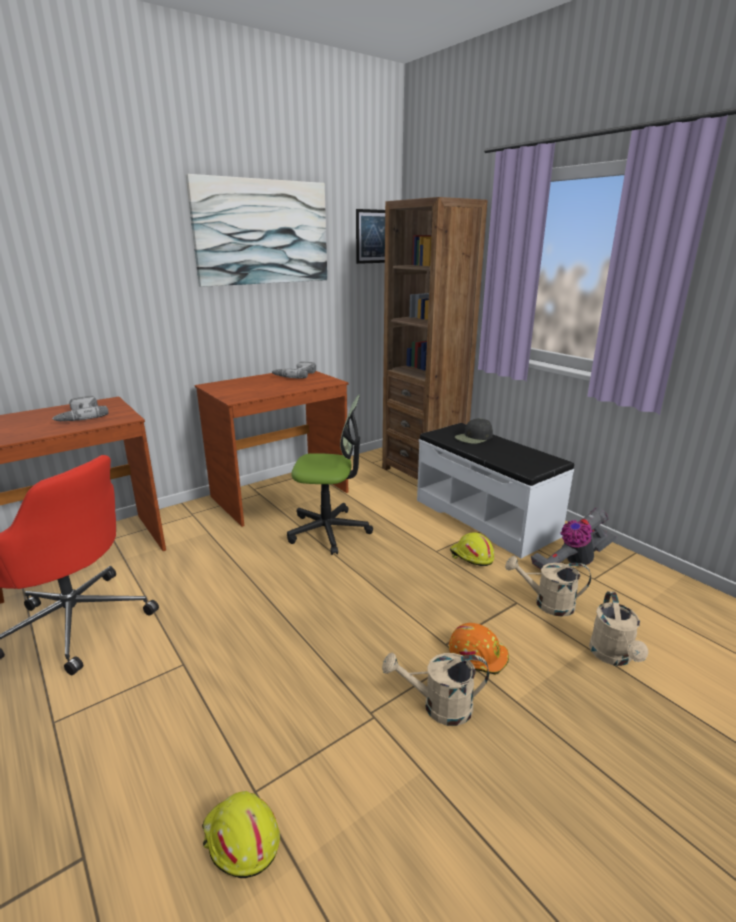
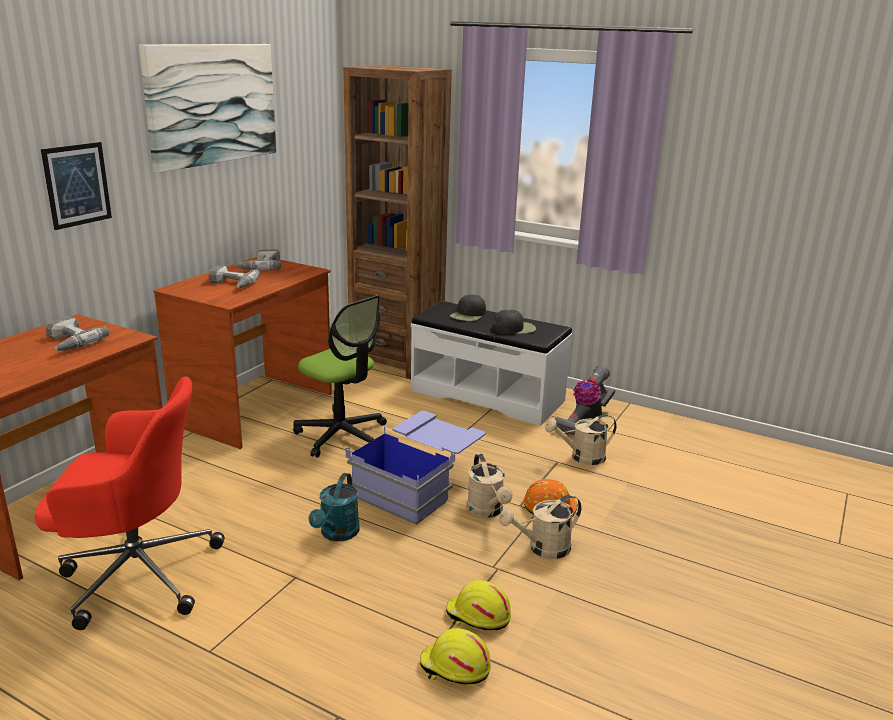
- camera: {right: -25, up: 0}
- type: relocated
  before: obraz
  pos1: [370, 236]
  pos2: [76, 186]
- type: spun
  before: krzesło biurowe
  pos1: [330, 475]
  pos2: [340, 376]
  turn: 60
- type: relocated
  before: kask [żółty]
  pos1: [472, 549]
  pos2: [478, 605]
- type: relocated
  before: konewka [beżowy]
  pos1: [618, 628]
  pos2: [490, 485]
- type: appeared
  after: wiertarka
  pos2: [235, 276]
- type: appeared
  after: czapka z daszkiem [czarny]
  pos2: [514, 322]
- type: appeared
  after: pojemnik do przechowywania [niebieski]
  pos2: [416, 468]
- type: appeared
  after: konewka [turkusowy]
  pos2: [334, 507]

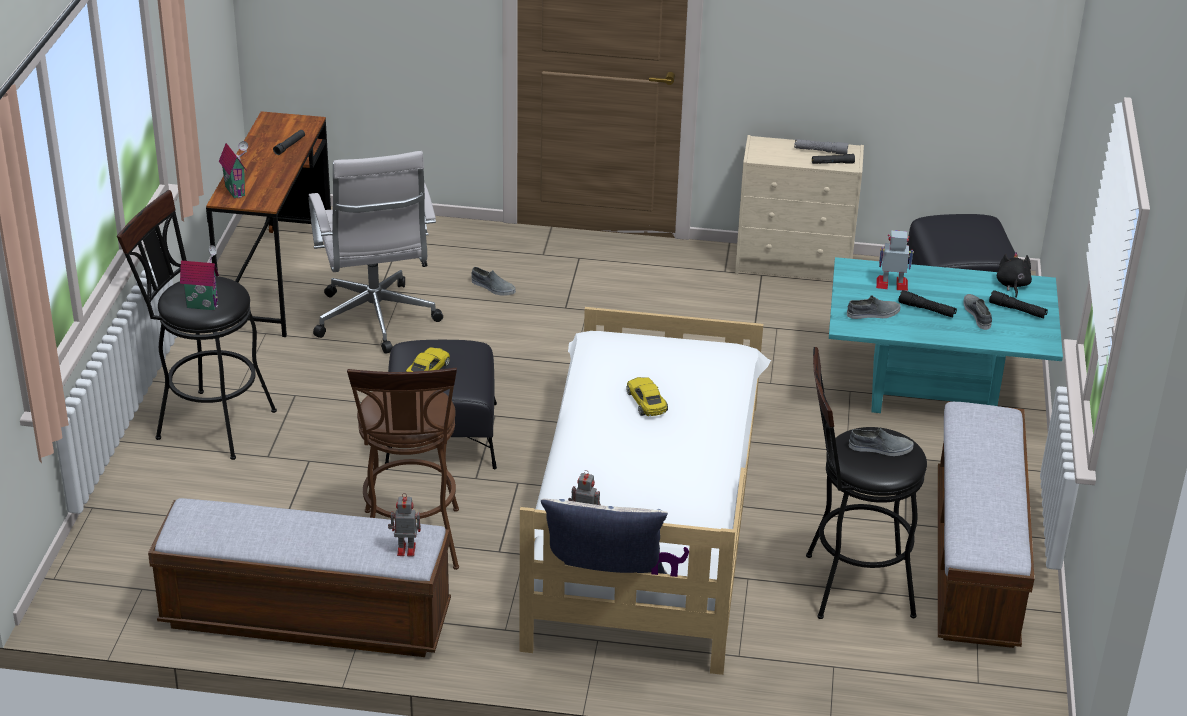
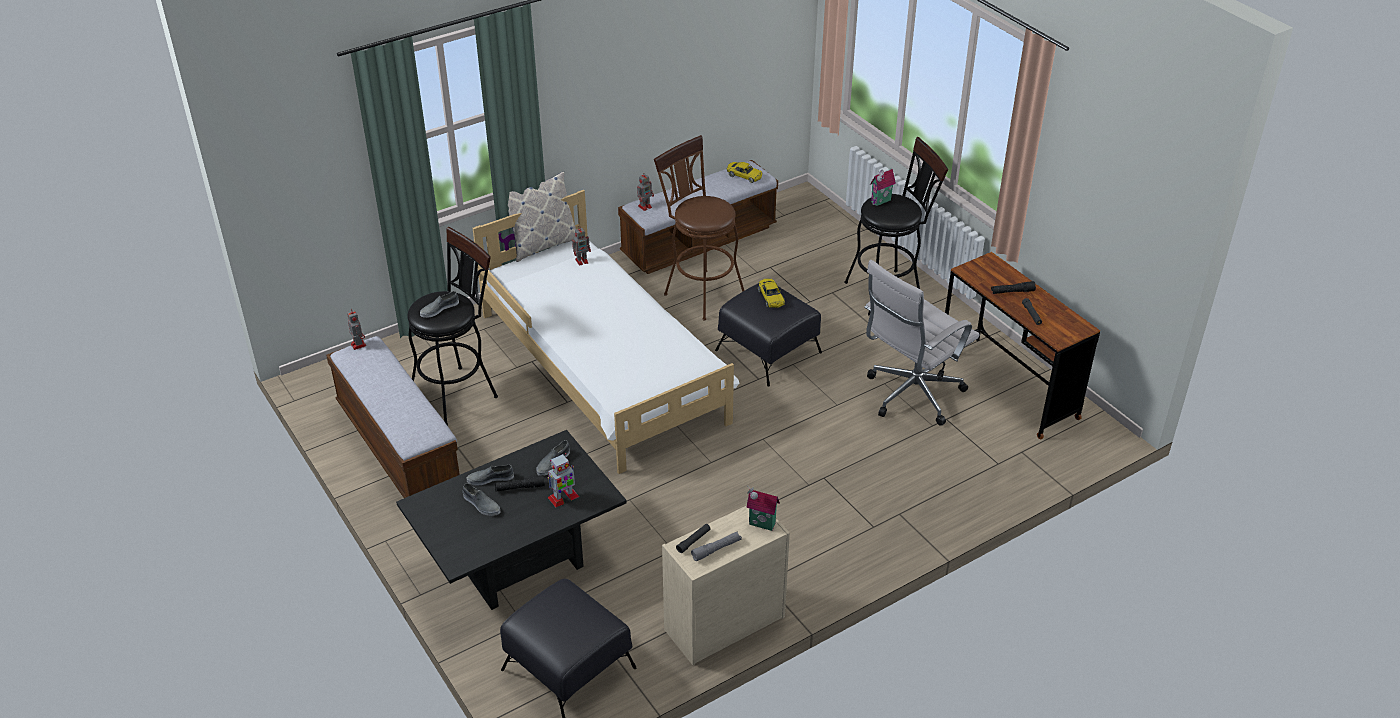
- camera: {right: 140, up: 5}
- type: relocated
  before: domek
  pos1: [233, 169]
  pos2: [763, 508]
- type: spun
  before: krzesło biurowe [biały]
  pos1: [376, 252]
  pos2: [922, 342]
  turn: -75
- type: missing
  before: pluszak [czarny]
  pos1: [1014, 274]
- type: colour
  before: ława [turkusowy]
  after: ława [czarny]
  pos1: [946, 335]
  pos2: [511, 520]
- type: relocated
  before: but [szary]
  pos1: [493, 281]
  pos2: [490, 475]
- type: relocated
  before: latarka [czarny]
  pos1: [1018, 304]
  pos2: [1013, 287]
- type: relocated
  before: samochodzik [żółty]
  pos1: [647, 396]
  pos2: [744, 172]
- type: appeared
  after: robot zabawkowy
  pos2: [356, 329]

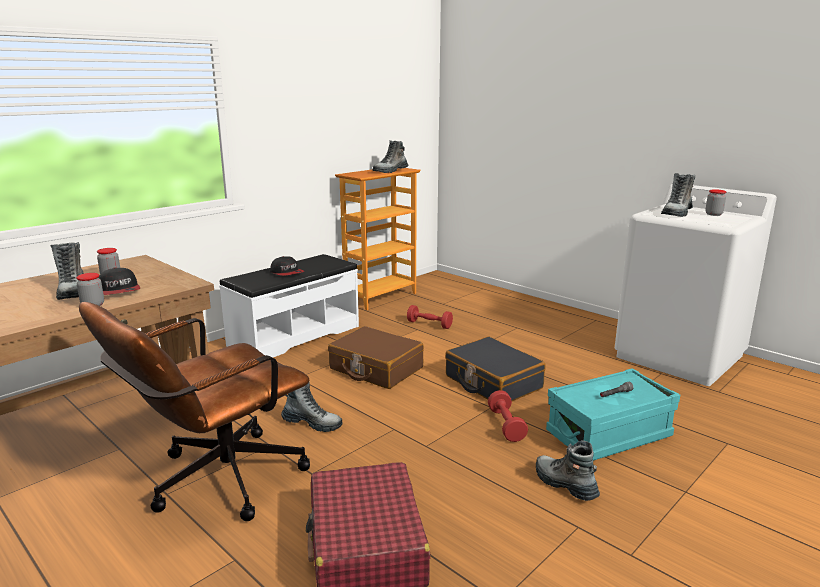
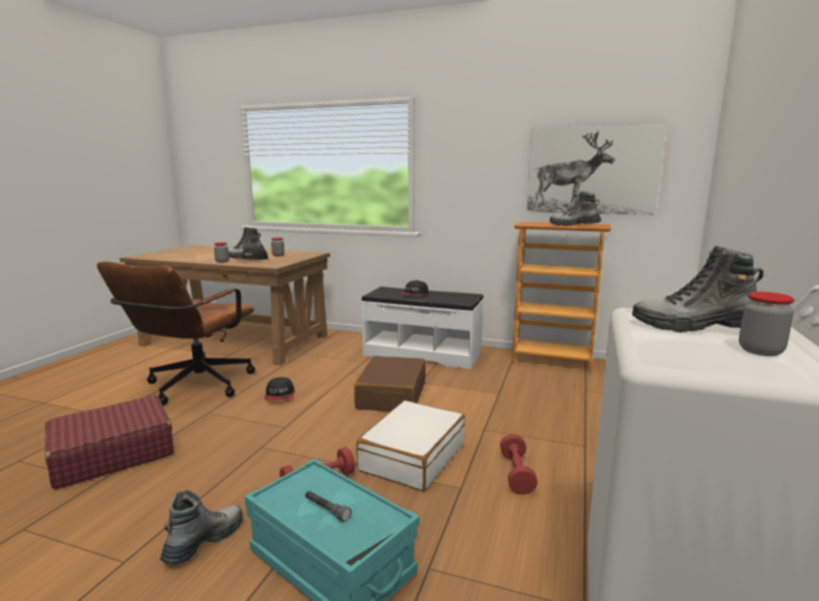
- camera: {right: 65, up: -5}
- type: spun
  before: krzesło biurowe [brązowy]
  pos1: [194, 411]
  pos2: [176, 333]
  turn: -90
- type: relocated
  before: hantel [czerwony]
  pos1: [430, 317]
  pos2: [519, 464]
- type: colour
  before: walizka [czarny]
  after: walizka [biały]
  pos1: [495, 369]
  pos2: [410, 445]
- type: exchanged
  before: but z cholewką
  after: czapka z daszkiem
  pos1: [312, 406]
  pos2: [279, 389]
- type: appeared
  after: obraz
  pos2: [596, 169]

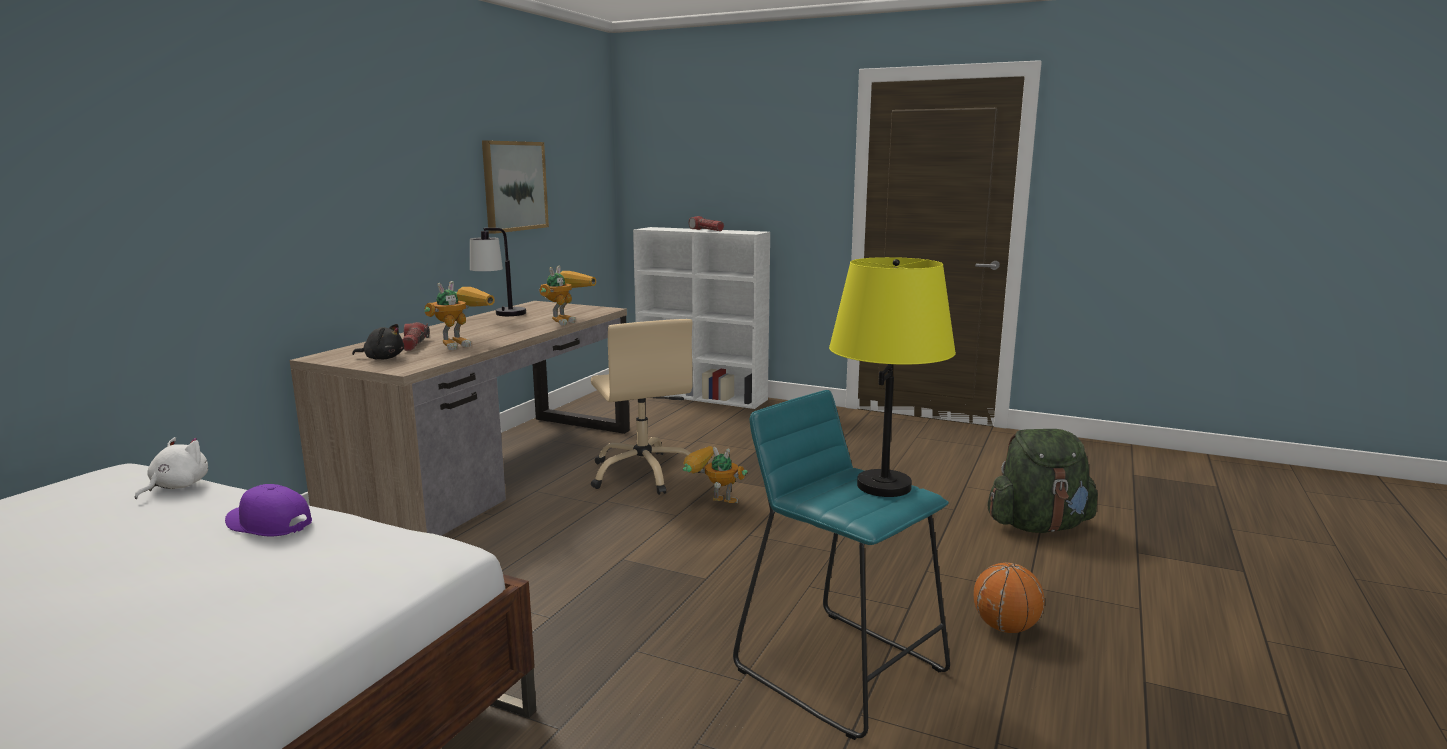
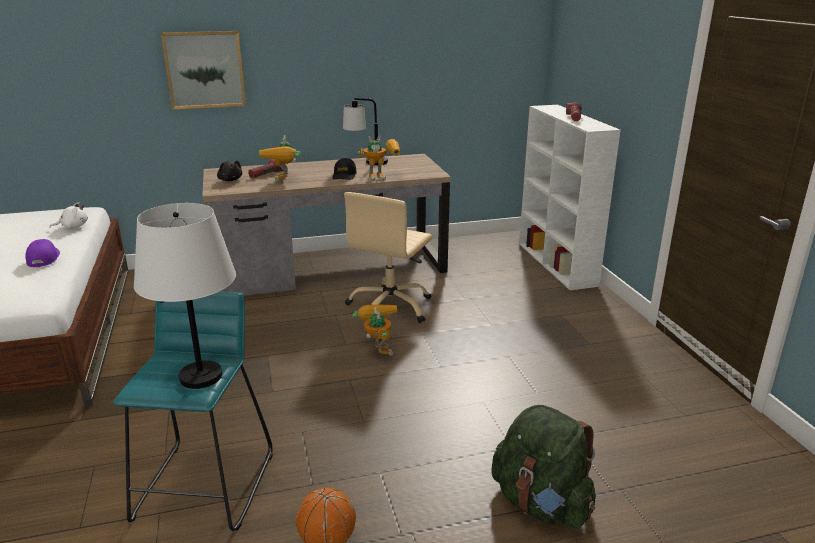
- camera: {right: 50, up: 10}
- type: relocated
  before: obraz
  pos1: [515, 187]
  pos2: [203, 70]
- type: colour
  before: lampa stołowa [żółty]
  after: lampa stołowa [biały]
  pos1: [892, 377]
  pos2: [185, 296]
- type: spun
  before: robot zabawkowy
  pos1: [459, 315]
  pos2: [280, 158]
  turn: 90
- type: appeared
  after: czapka z daszkiem [czarny]
  pos2: [345, 169]

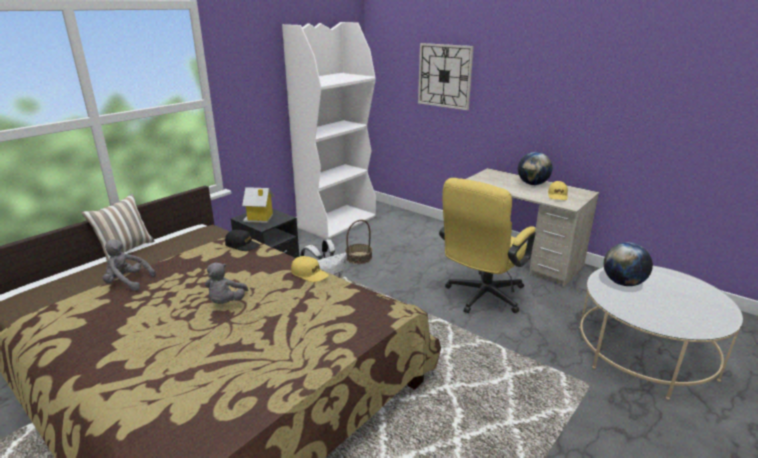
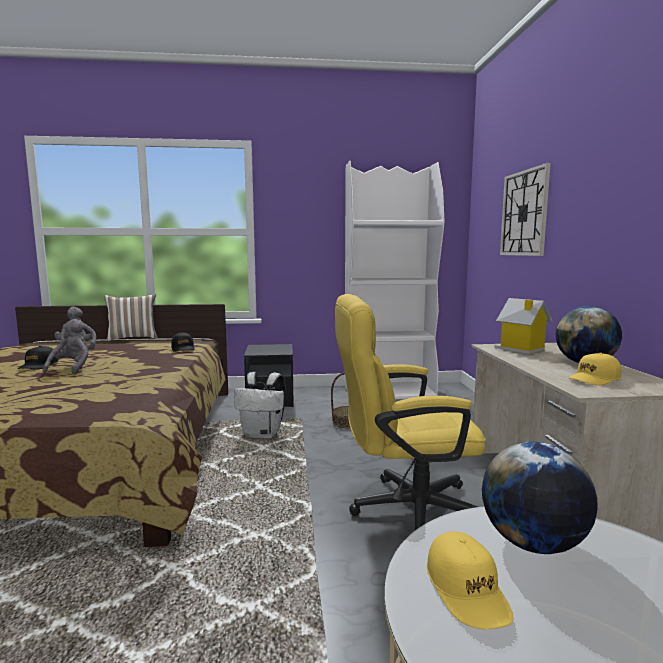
- camera: {right: 45, up: -15}
- type: relocated
  before: domek
  pos1: [258, 205]
  pos2: [523, 326]
- type: relocated
  before: czapka z daszkiem [żółty]
  pos1: [310, 269]
  pos2: [470, 580]
- type: spun
  before: pluszak [szary]
  pos1: [226, 283]
  pos2: [66, 347]
  turn: 135
- type: appeared
  after: czapka z daszkiem [czarny]
  pos2: [38, 357]

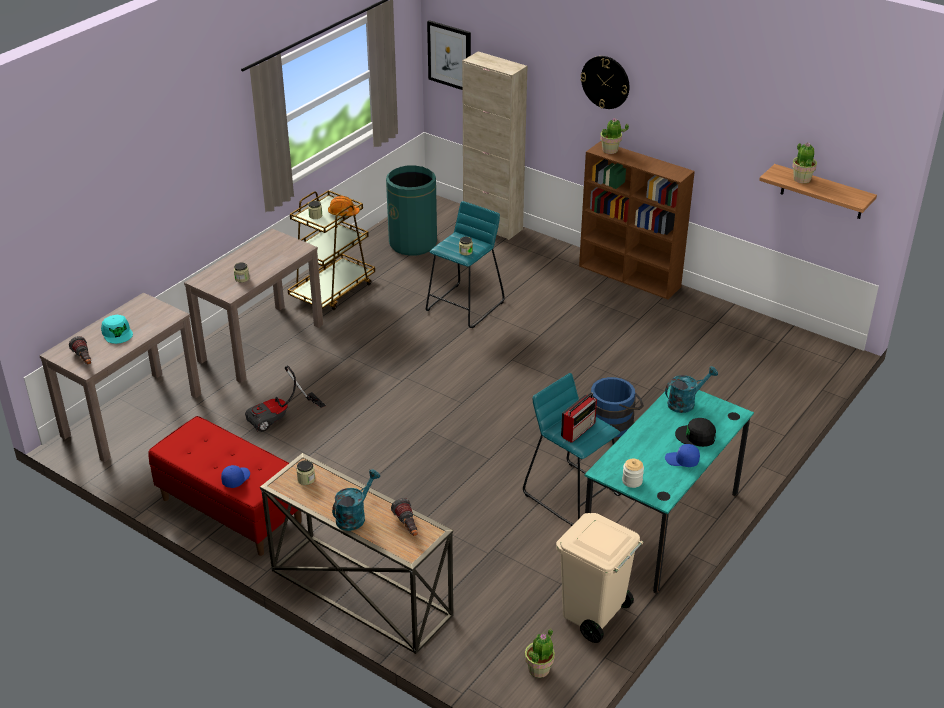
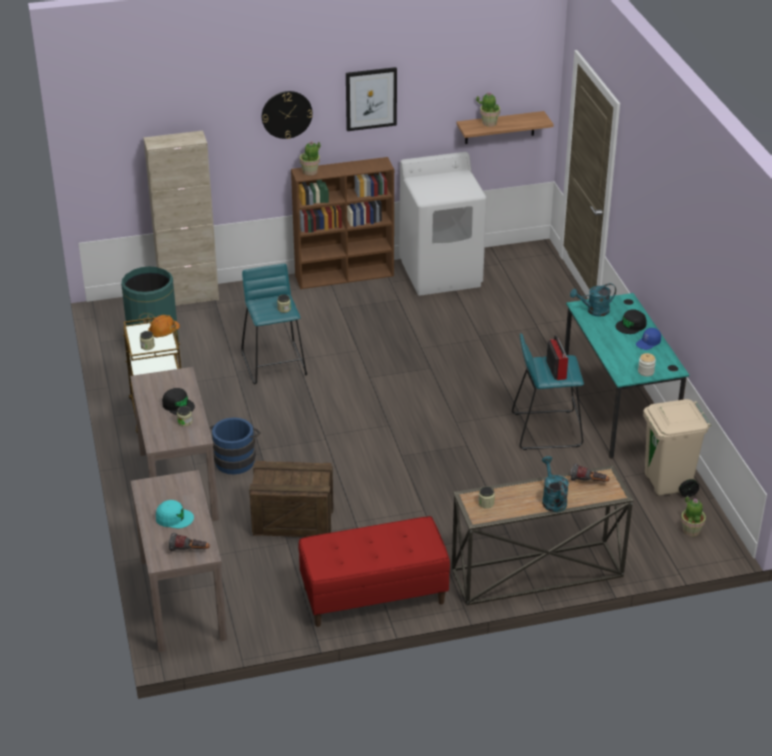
- camera: {right: -50, up: 0}
- type: relocated
  before: obraz
  pos1: [449, 55]
  pos2: [371, 99]
- type: exchanged
  before: odkurzacz
  after: skrzynka
  pos1: [285, 399]
  pos2: [291, 499]
- type: spun
  before: konewka [turkusowy]
  pos1: [691, 389]
  pos2: [593, 300]
  turn: -120
- type: relocated
  before: wiadro [niebieski]
  pos1: [617, 407]
  pos2: [235, 445]
- type: missing
  before: czapka z daszkiem [niebieski]
  pos1: [235, 476]
- type: appeared
  after: pralka [biały]
  pos2: [443, 224]
- type: appeared
  after: czapka z daszkiem [czarny]
  pos2: [178, 401]

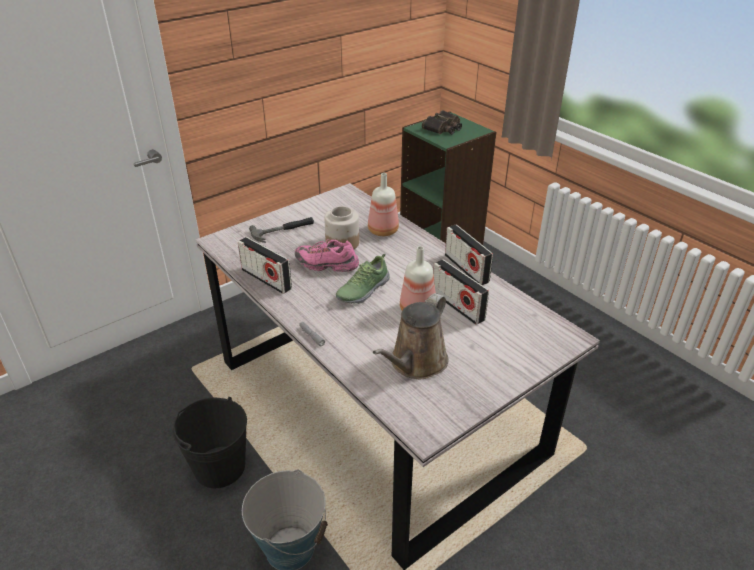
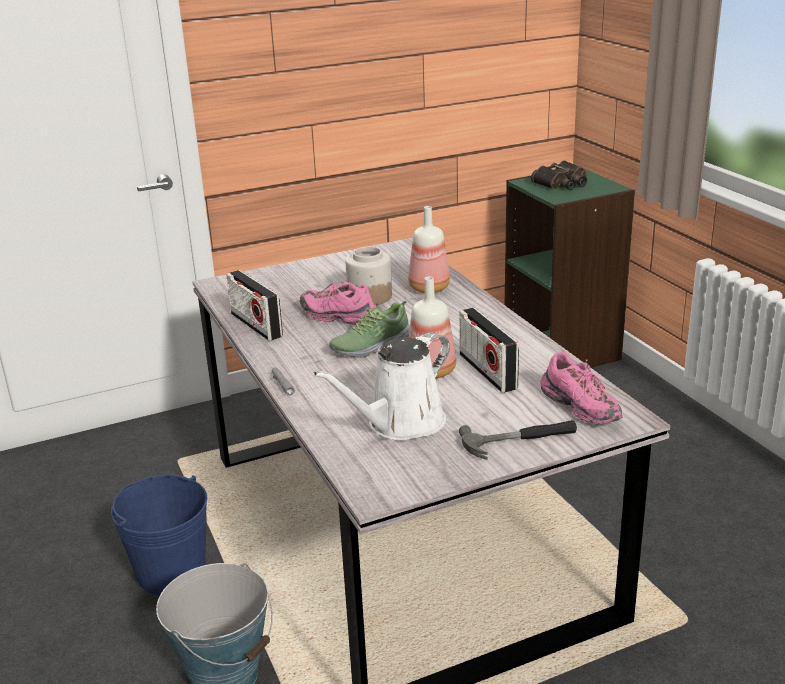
- camera: {right: 15, up: -10}
- type: relocated
  before: młotek
  pos1: [281, 230]
  pos2: [518, 440]
- type: missing
  before: radio
  pos1: [469, 255]
- type: colour
  before: konewka [brązowy]
  after: konewka [biały]
  pos1: [410, 336]
  pos2: [381, 386]
- type: colour
  before: wiadro [czarny]
  after: wiadro [niebieski]
  pos1: [210, 442]
  pos2: [159, 534]
- type: appeared
  after: but [różowy]
  pos2: [582, 388]

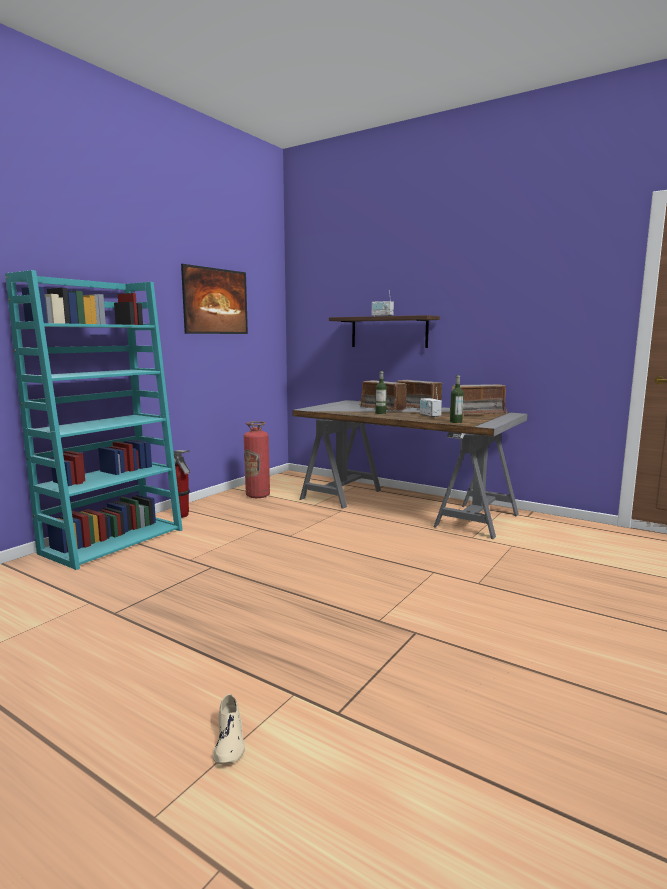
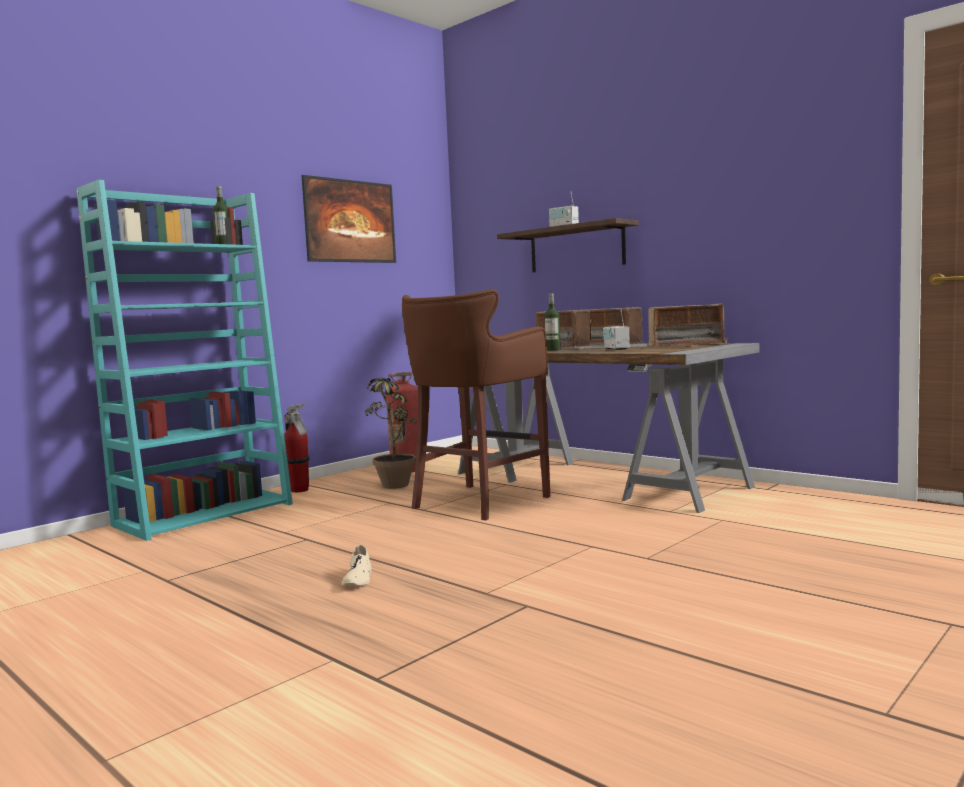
- camera: {right: 10, up: -5}
- type: relocated
  before: butelka
  pos1: [457, 399]
  pos2: [221, 215]
- type: relocated
  before: but [beżowy]
  pos1: [229, 729]
  pos2: [356, 565]
- type: appeared
  after: stołek [brązowy]
  pos2: [476, 404]
- type: appeared
  after: roślina doniczkowa
  pos2: [391, 433]

